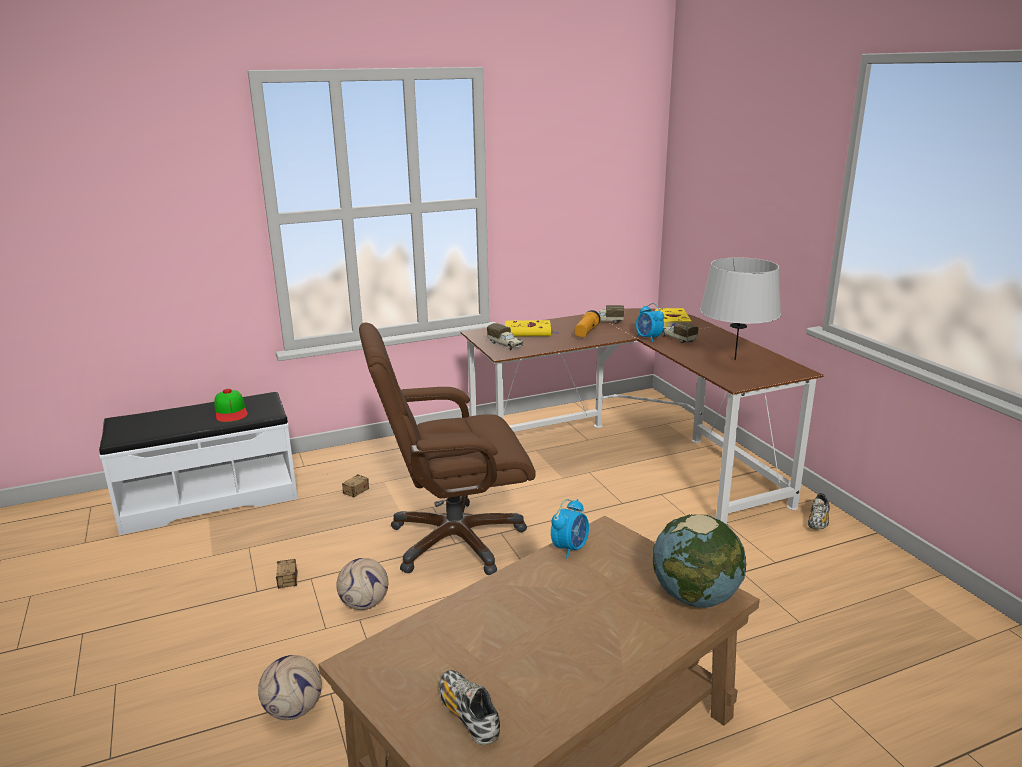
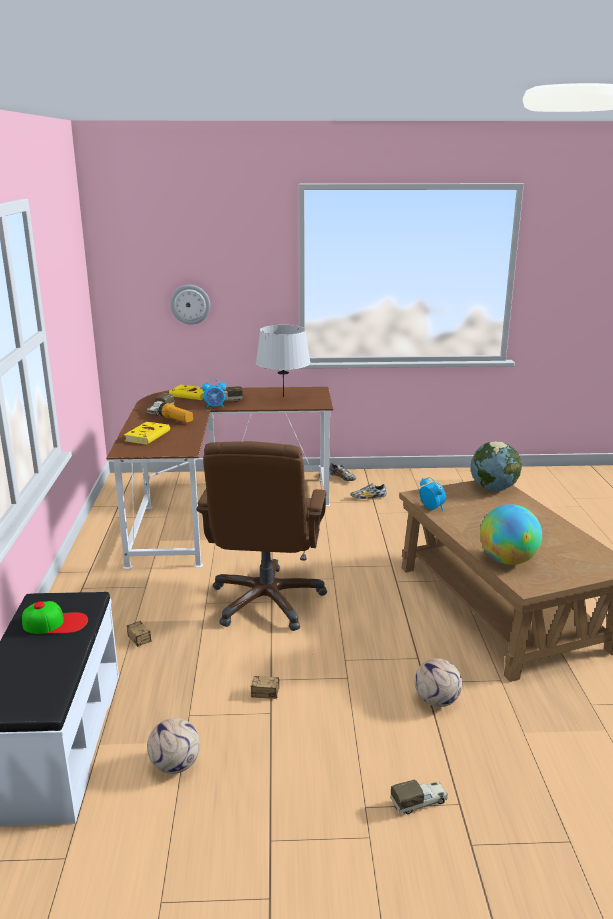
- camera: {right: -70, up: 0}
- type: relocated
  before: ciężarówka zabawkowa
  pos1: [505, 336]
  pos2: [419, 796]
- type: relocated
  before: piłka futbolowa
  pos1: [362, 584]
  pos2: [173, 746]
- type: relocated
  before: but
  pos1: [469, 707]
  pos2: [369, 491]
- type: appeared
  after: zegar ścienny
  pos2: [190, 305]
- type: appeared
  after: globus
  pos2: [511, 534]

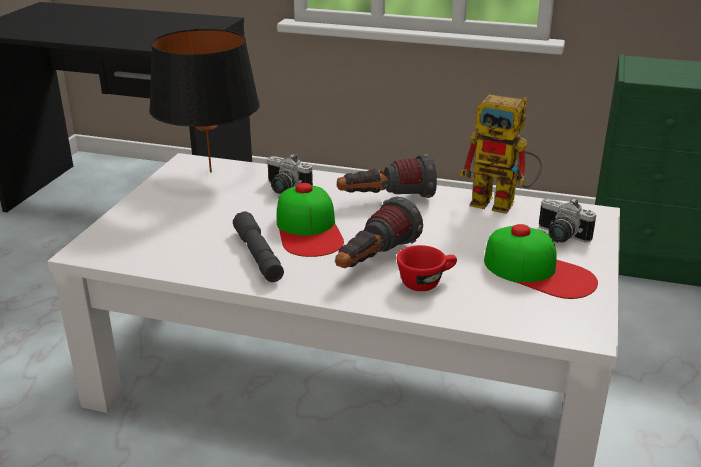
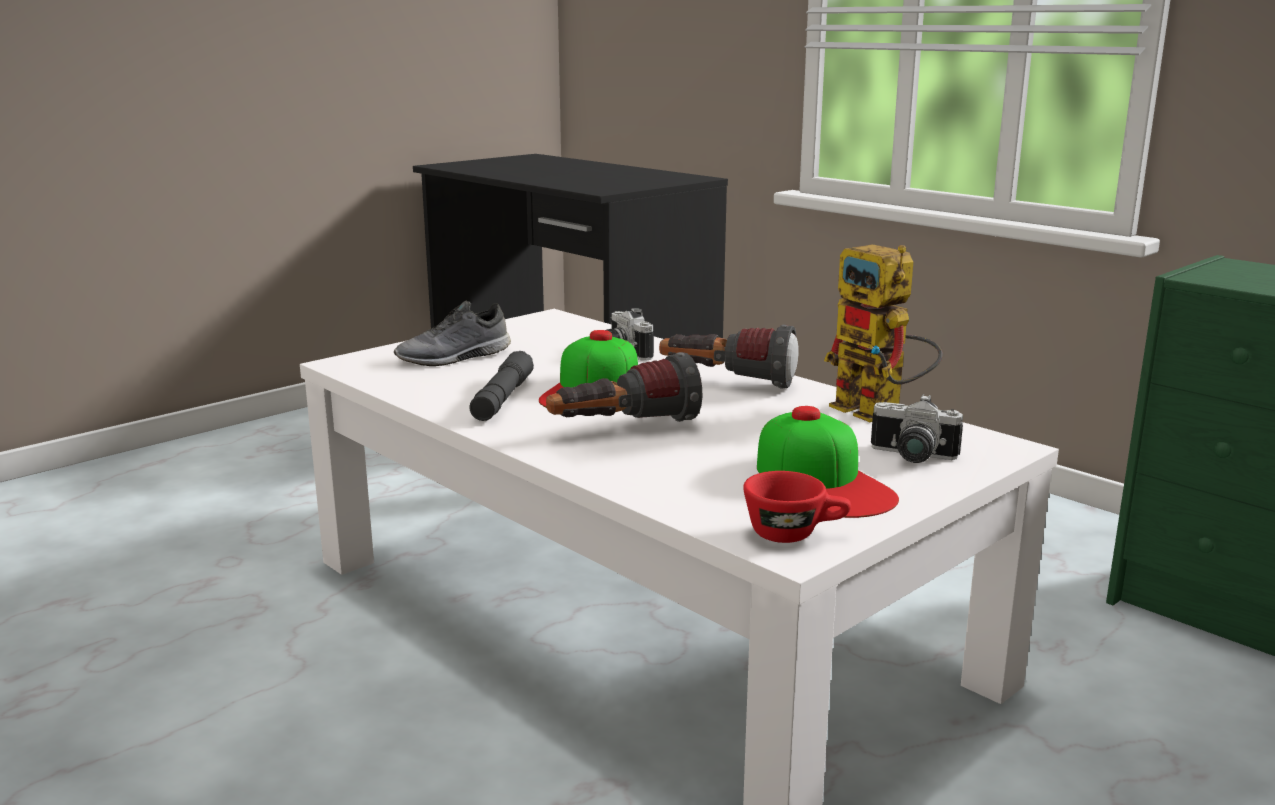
- camera: {right: 30, up: -10}
- type: missing
  before: lampa stołowa [czarny]
  pos1: [204, 101]
- type: spun
  before: aparat fotograficzny
  pos1: [567, 220]
  pos2: [917, 428]
  turn: -45
- type: relocated
  before: filiżanka [czerwony]
  pos1: [427, 268]
  pos2: [797, 507]
- type: appeared
  after: but [szary]
  pos2: [452, 333]

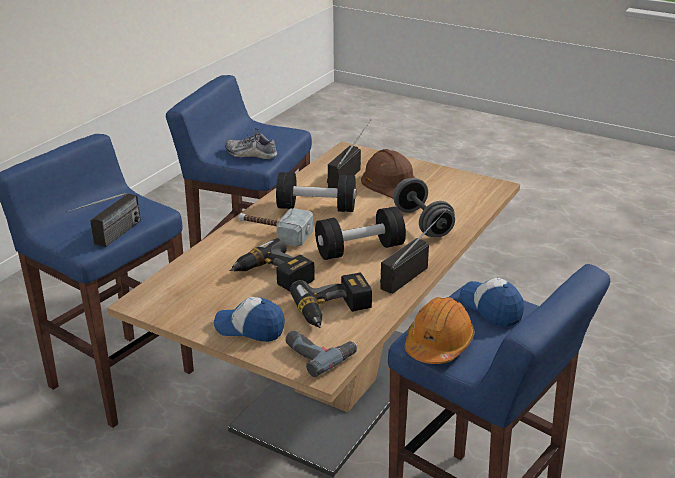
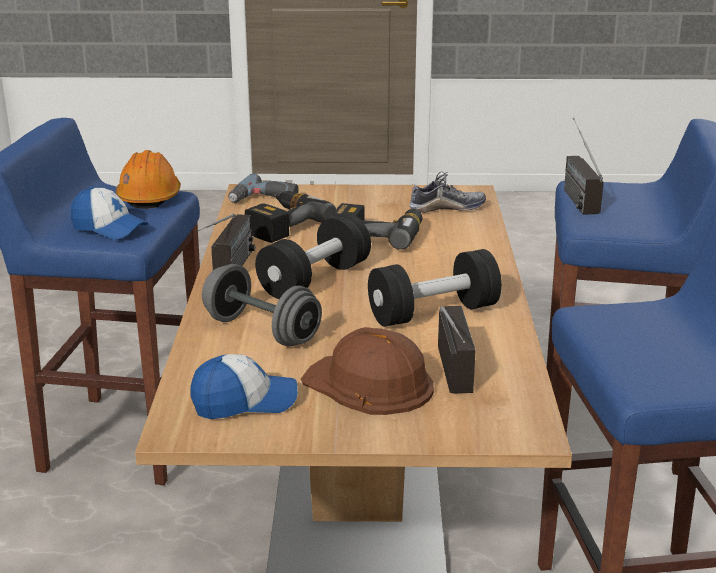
- camera: {right: 150, up: -5}
- type: relocated
  before: but
  pos1: [251, 143]
  pos2: [447, 192]
- type: missing
  before: młotek
  pos1: [275, 227]
- type: relocated
  before: czapka z daszkiem
  pos1: [249, 319]
  pos2: [244, 386]

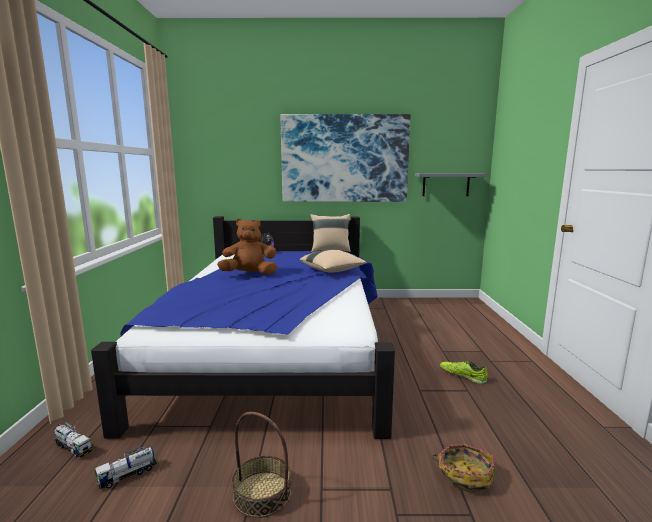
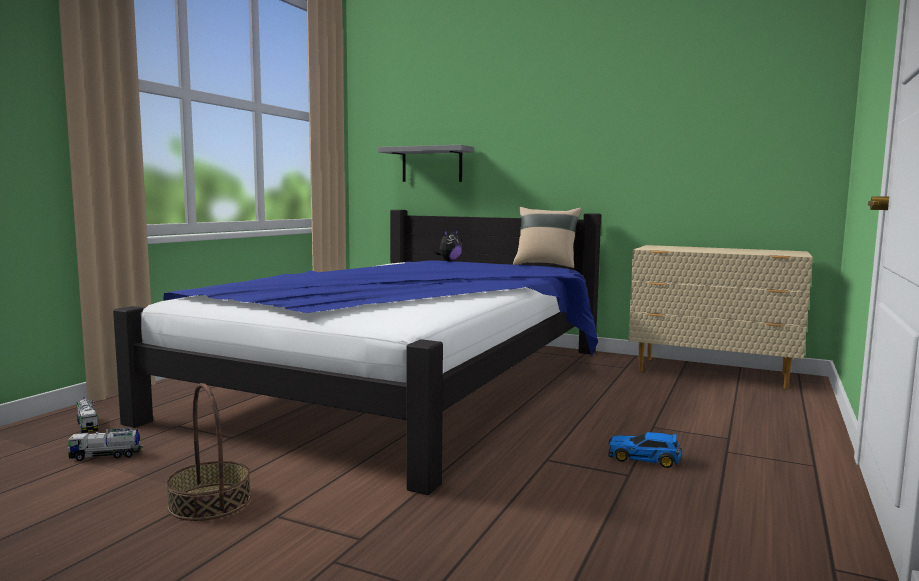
- camera: {right: 25, up: -5}
- type: missing
  before: obraz
  pos1: [345, 158]
- type: relocated
  before: półka [szary]
  pos1: [450, 184]
  pos2: [426, 163]
- type: missing
  before: pluszak [brązowy]
  pos1: [247, 247]
- type: missing
  before: poduszka [beżowy]
  pos1: [333, 261]
- type: exchanged
  before: but
  after: samochodzik
  pos1: [464, 372]
  pos2: [644, 450]
- type: missing
  before: koszyk
  pos1: [463, 468]
- type: appeared
  after: komoda [beżowy]
  pos2: [720, 317]

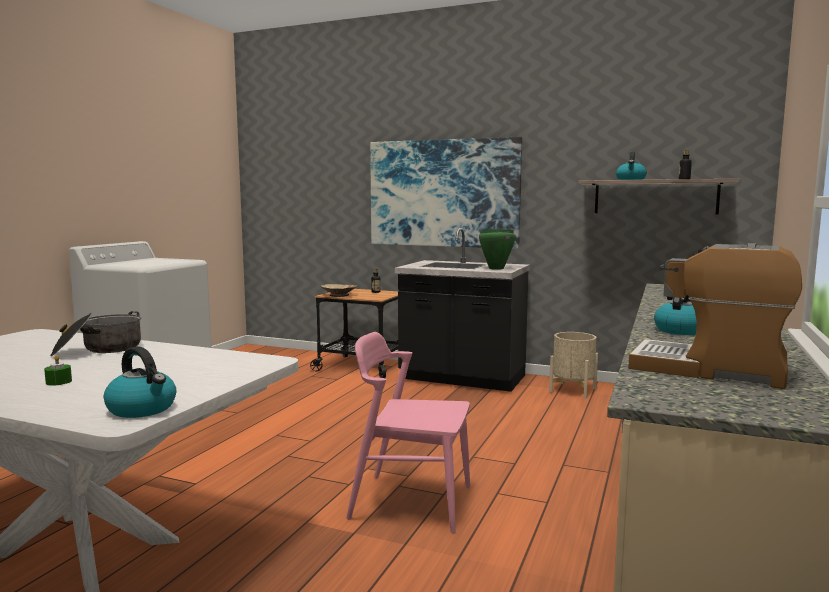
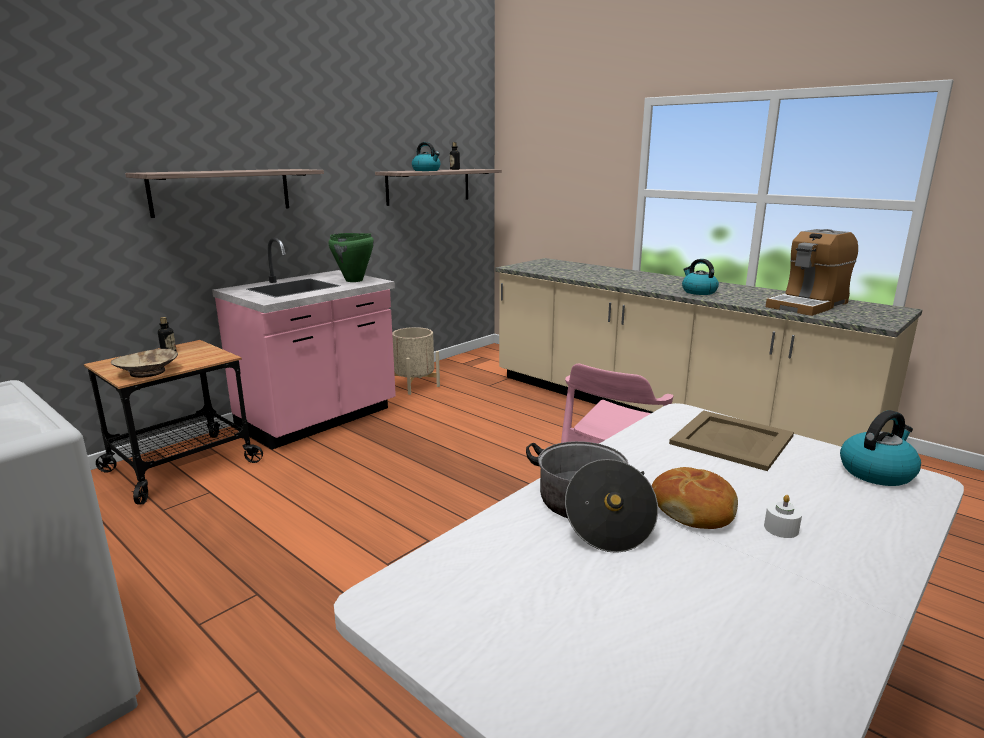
- camera: {right: -70, up: 10}
- type: exchanged
  before: obraz
  after: półka
  pos1: [446, 193]
  pos2: [224, 193]
- type: colour
  before: zabudowa kuchenna [czarny]
  after: zabudowa kuchenna [różowy]
  pos1: [462, 310]
  pos2: [304, 344]
- type: colour
  before: świeca [zielony]
  after: świeca [biały]
  pos1: [58, 370]
  pos2: [783, 516]
- type: appeared
  after: taca [beżowy]
  pos2: [731, 440]
- type: appeared
  after: chleb
  pos2: [695, 498]

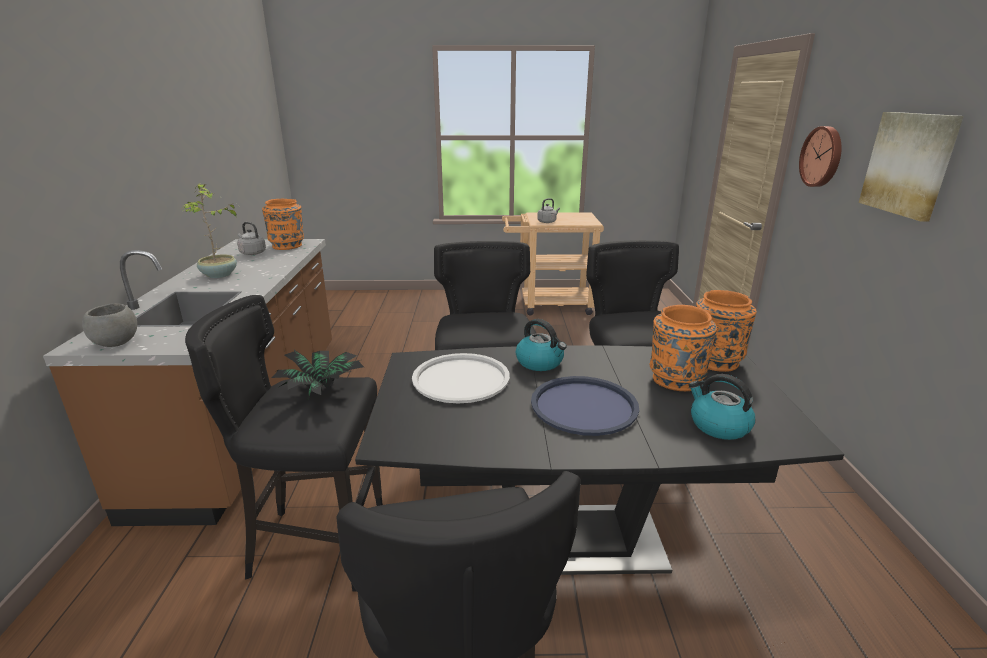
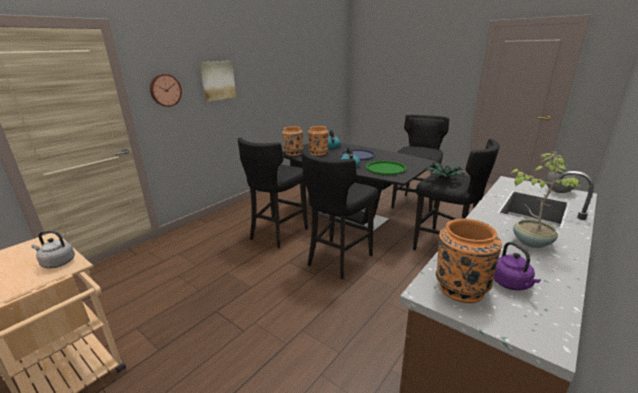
- camera: {right: -140, up: 0}
- type: colour
  before: czajnik [szary]
  after: czajnik [fioletowy]
  pos1: [251, 238]
  pos2: [517, 266]
- type: colour
  before: taca [biały]
  after: taca [zielony]
  pos1: [461, 378]
  pos2: [386, 168]

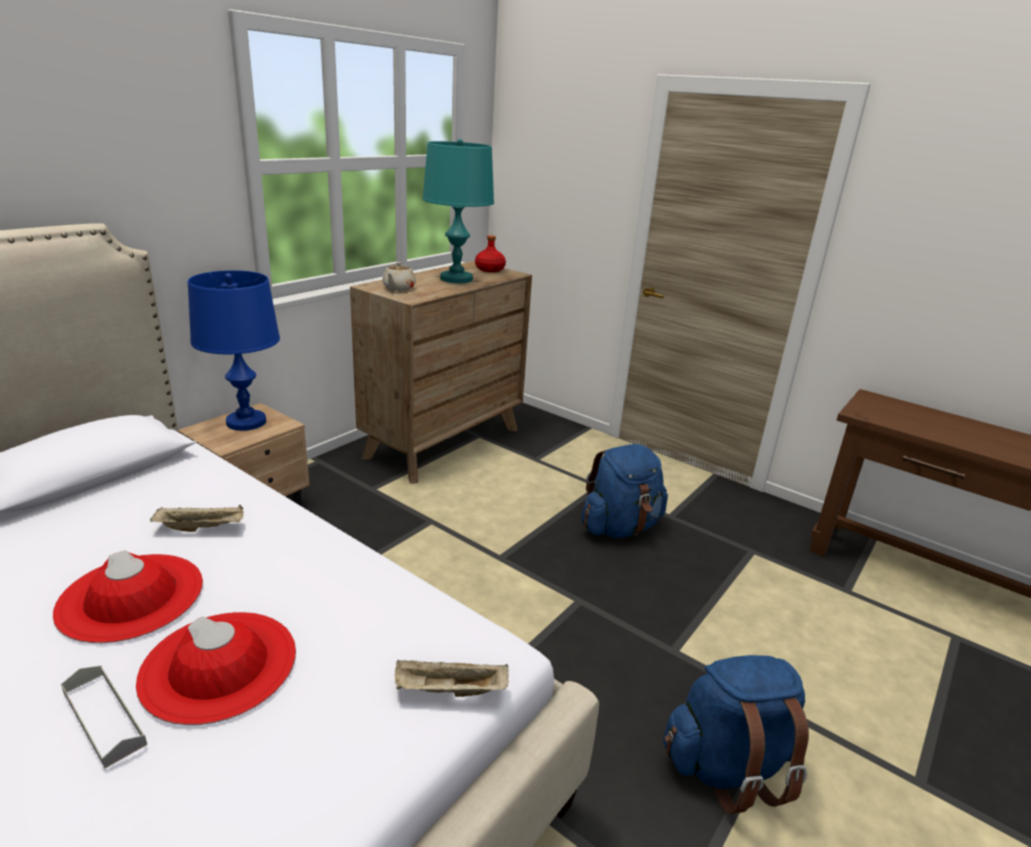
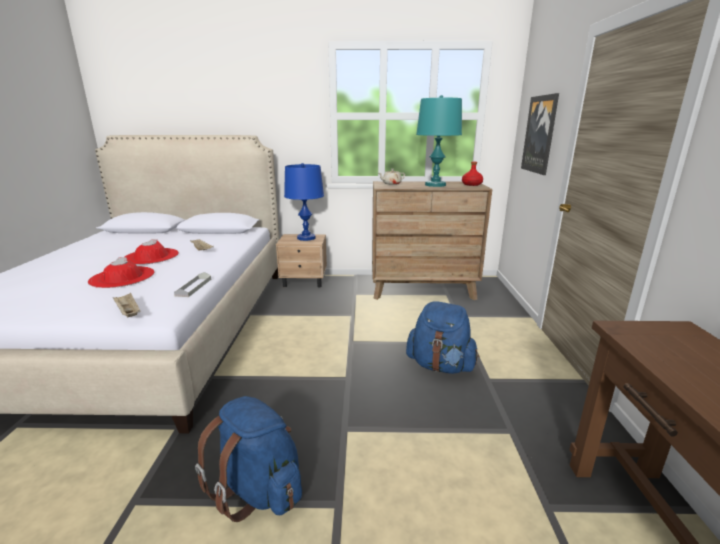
- camera: {right: 55, up: -5}
- type: relocated
  before: taca [szary]
  pos1: [104, 716]
  pos2: [192, 284]
- type: appeared
  after: obraz
  pos2: [540, 134]

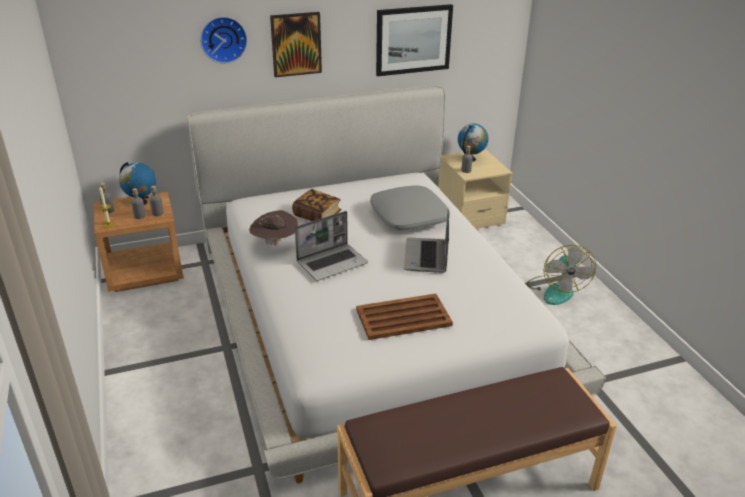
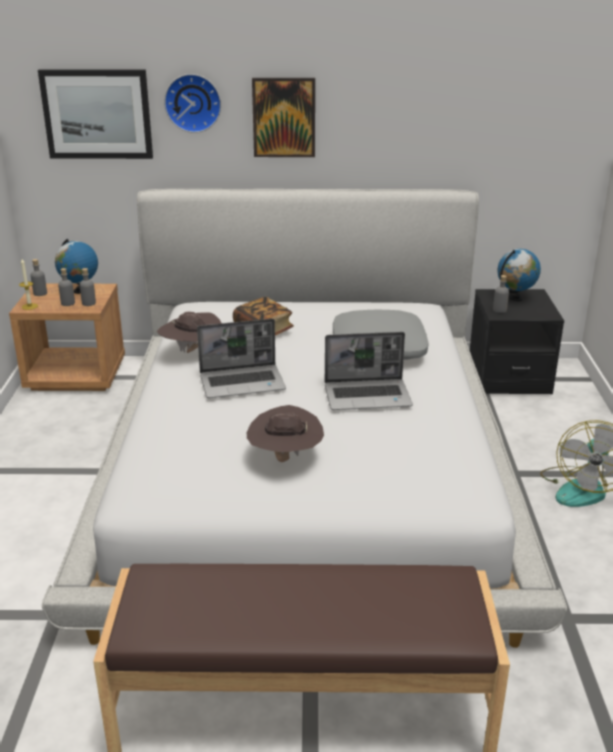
- camera: {right: 20, up: -5}
- type: relocated
  before: obraz
  pos1: [414, 40]
  pos2: [95, 114]
- type: colour
  before: szafka nocna [beżowy]
  after: szafka nocna [czarny]
  pos1: [475, 189]
  pos2: [517, 341]
- type: spun
  before: laptop
  pos1: [426, 240]
  pos2: [369, 371]
  turn: -120
- type: exchanged
  before: taca [brązowy]
  after: kapelusz [brązowy]
  pos1: [404, 317]
  pos2: [285, 433]

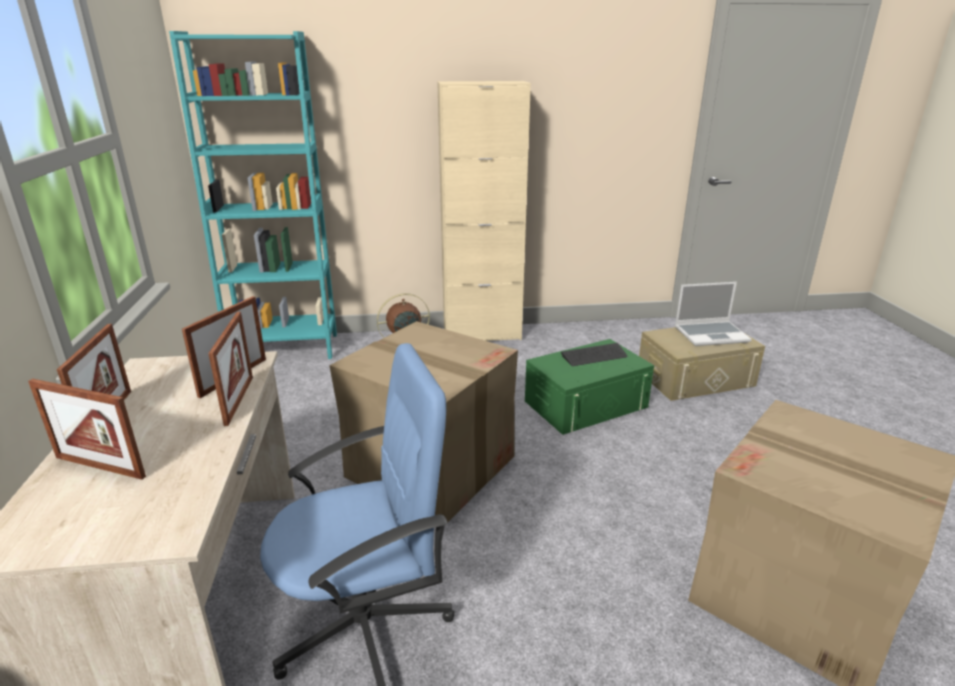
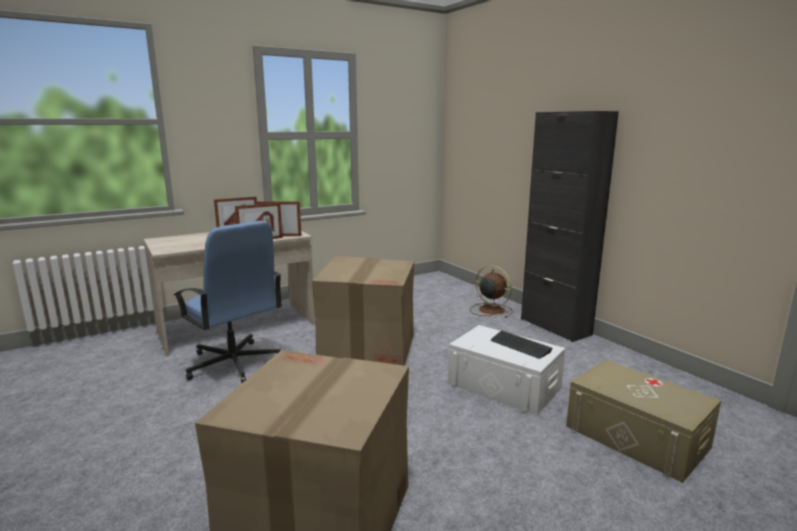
- camera: {right: 65, up: -10}
- type: missing
  before: regał [turkusowy]
  pos1: [253, 195]
- type: colour
  before: szafka [beżowy]
  after: szafka [czarny]
  pos1: [484, 211]
  pos2: [570, 226]
- type: missing
  before: laptop
  pos1: [713, 314]
- type: colour
  before: pojemnik do przechowywania [zielony]
  after: pojemnik do przechowywania [biały]
  pos1: [589, 387]
  pos2: [507, 370]
- type: missing
  before: ramka na zdjęcie
  pos1: [87, 429]

